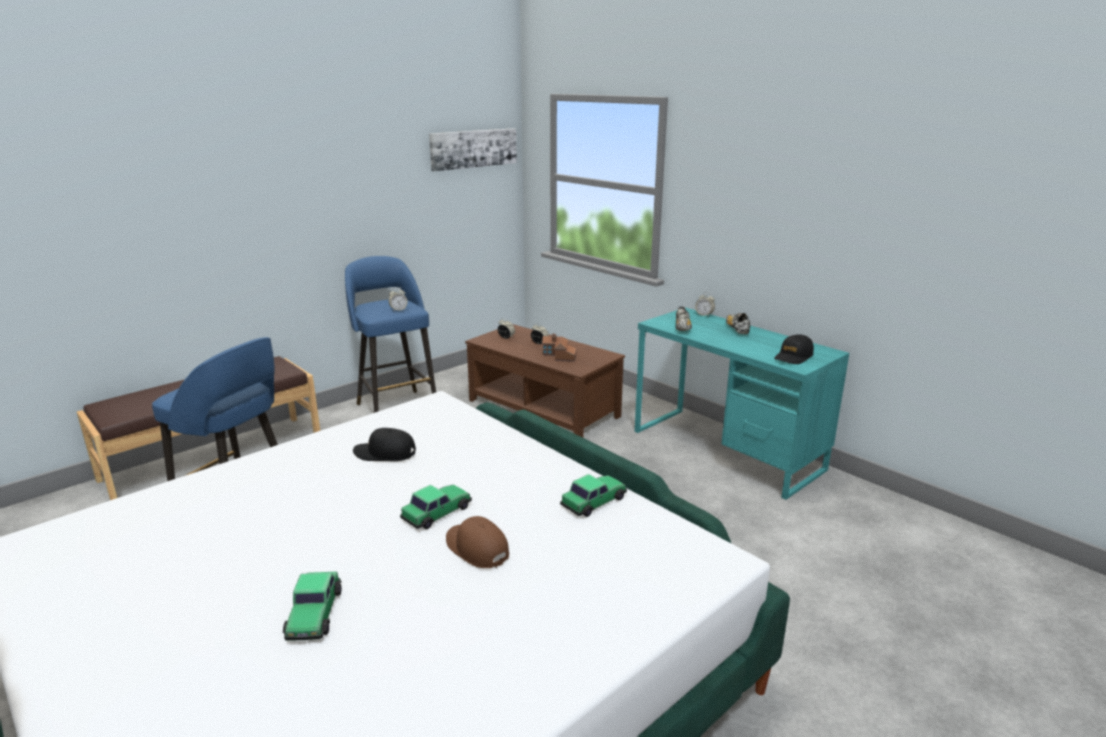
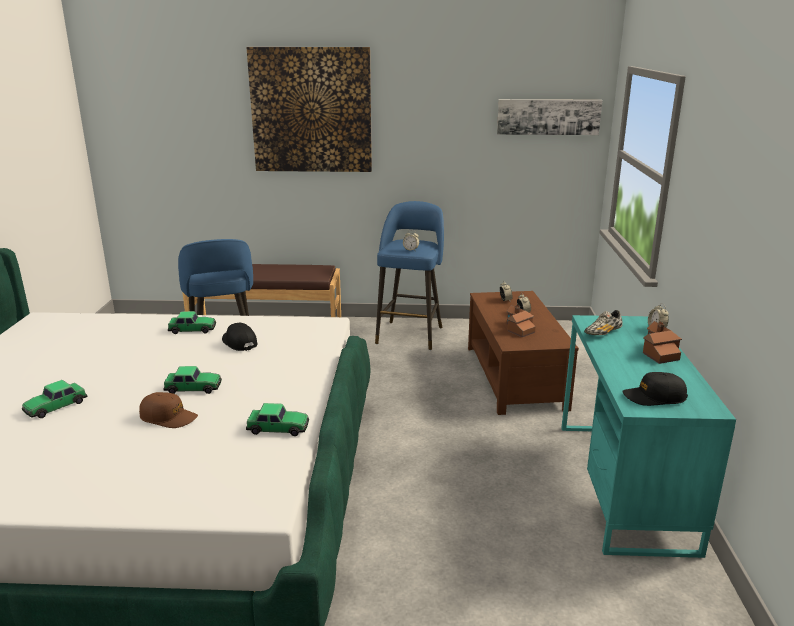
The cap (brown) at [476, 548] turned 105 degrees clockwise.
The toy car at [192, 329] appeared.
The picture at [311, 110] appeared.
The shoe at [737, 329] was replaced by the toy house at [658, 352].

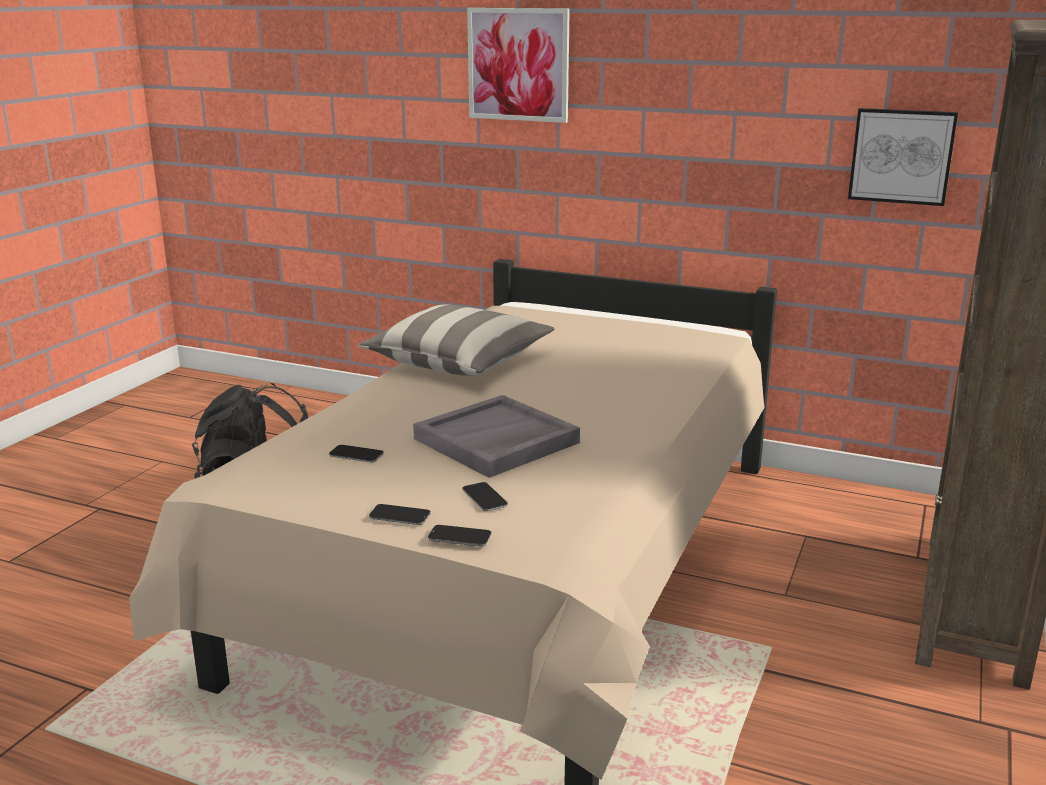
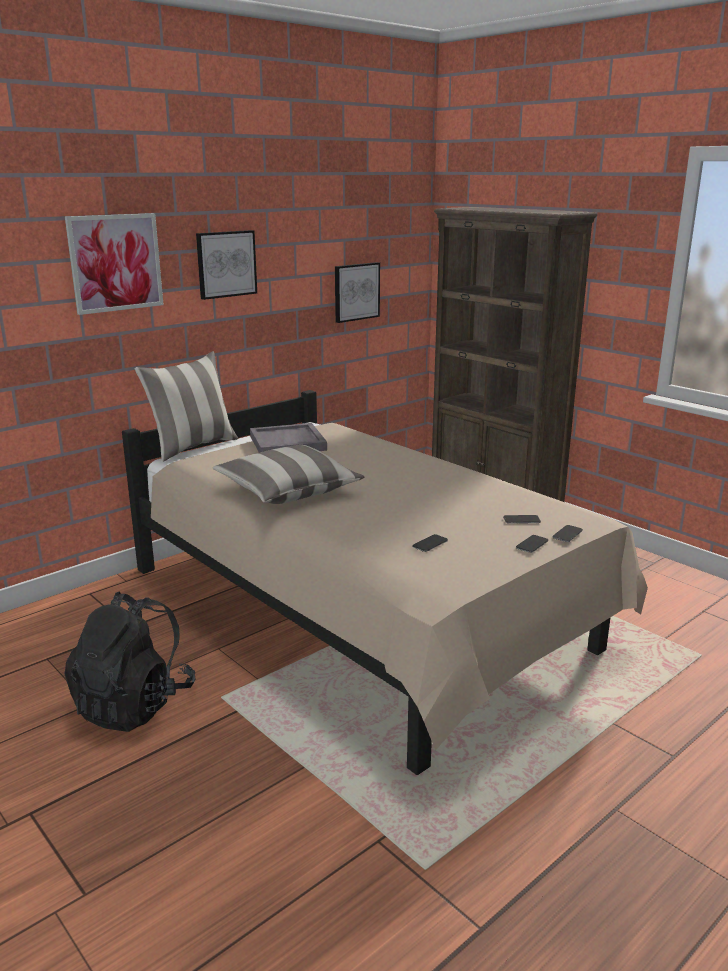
The pillow at [192, 447] appeared.
The picture at [226, 264] appeared.
The tray (grey) moved from [496, 441] to [288, 443].

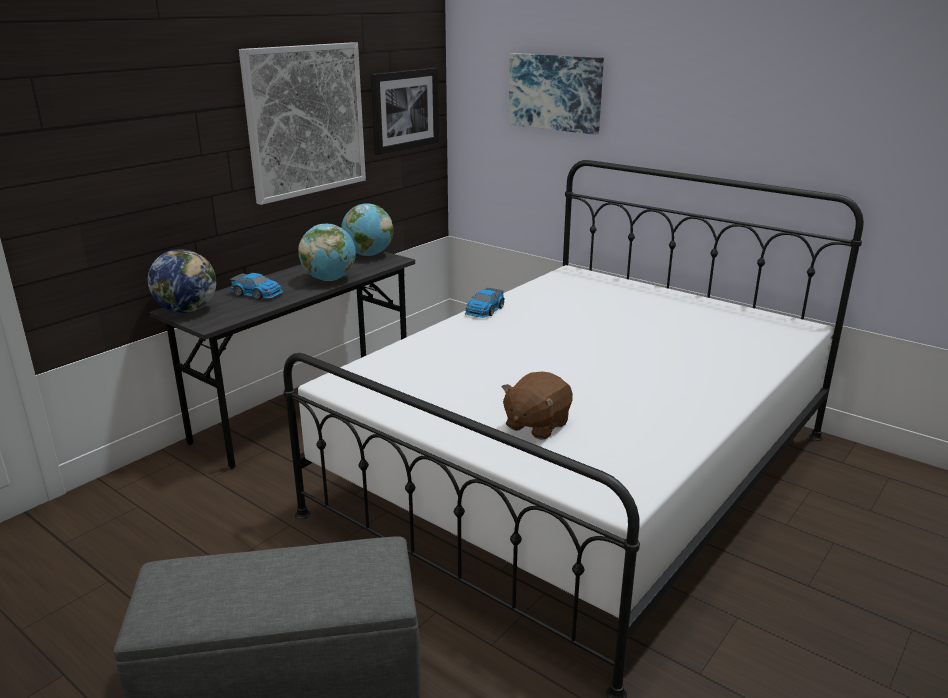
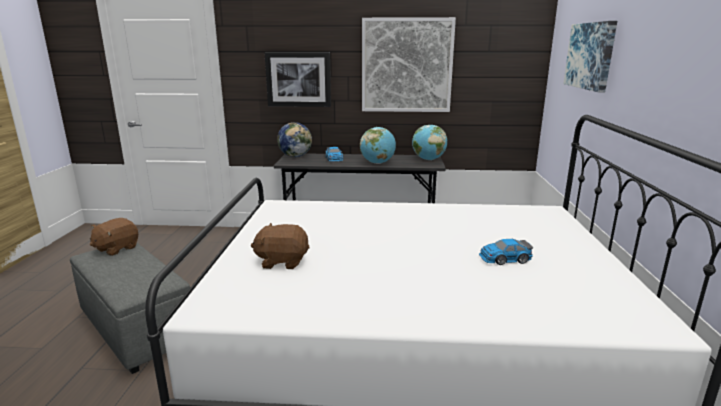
The plush toy (brown) at [116, 248] appeared.
The picture moved from [405, 110] to [298, 79].
The toy car moved from [484, 310] to [504, 259].

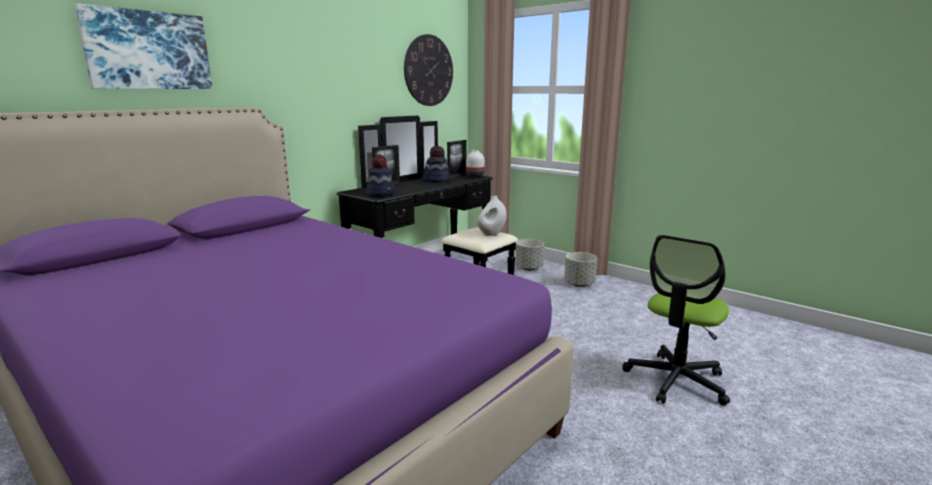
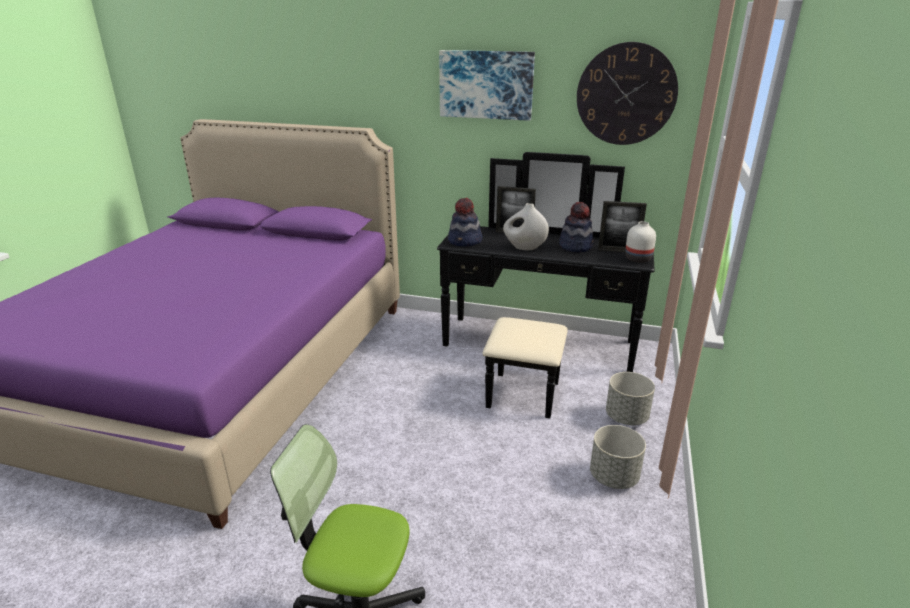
The picture moved from [148, 50] to [486, 84].
The vase (white) moved from [491, 234] to [524, 248].

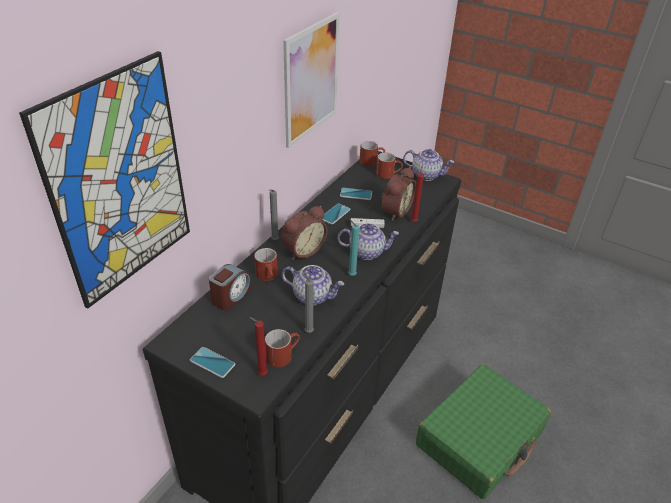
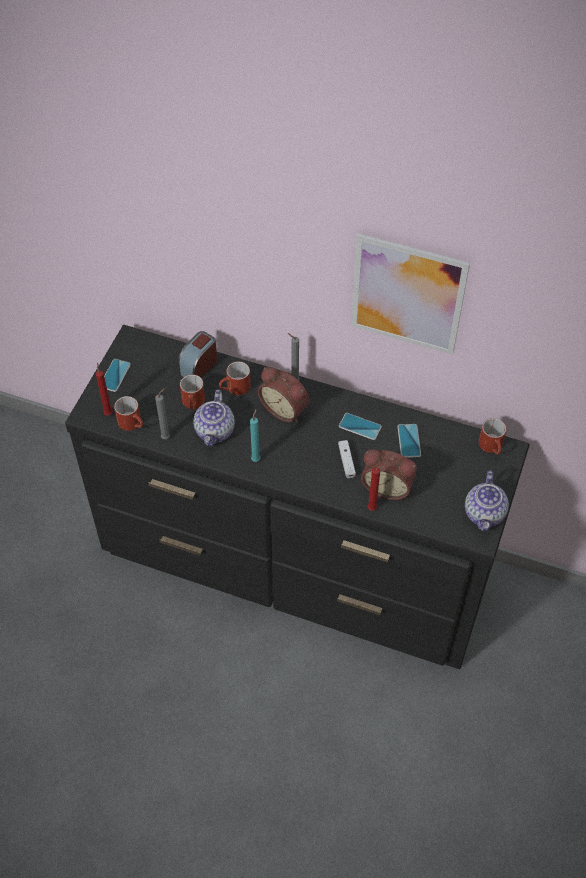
The alarm clock at [231, 296] turned 105 degrees clockwise.
The mug (red) moved from [388, 174] to [194, 403].
The picture at [120, 183] disappeared.
The teapot at [367, 252] disappeared.
The suitcase (green) at [480, 439] disappeared.

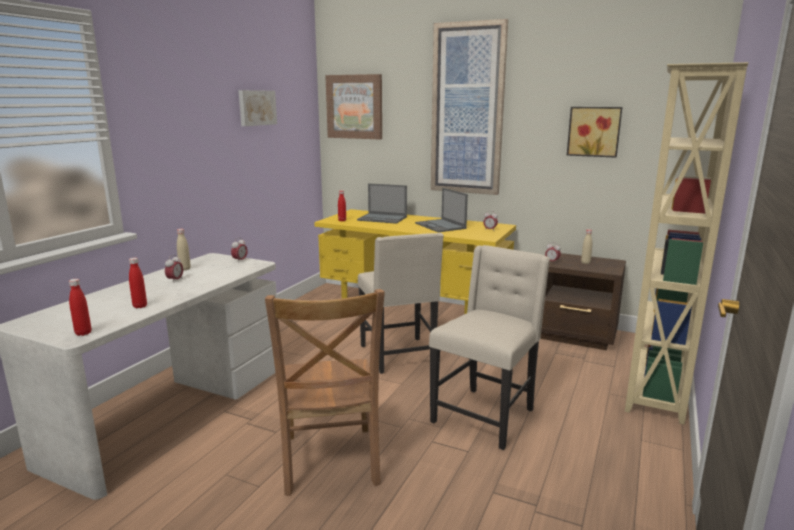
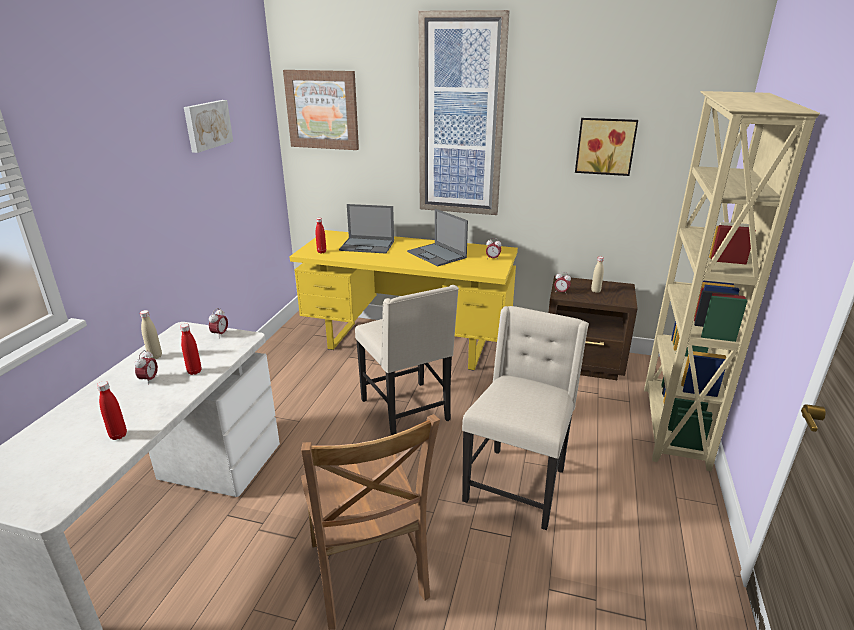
The bottle (red) moved from [83, 333] to [194, 371].

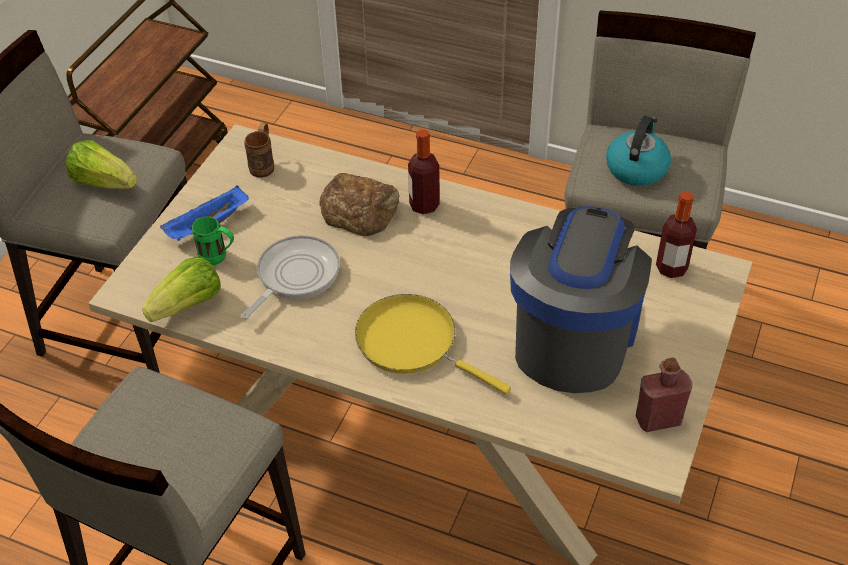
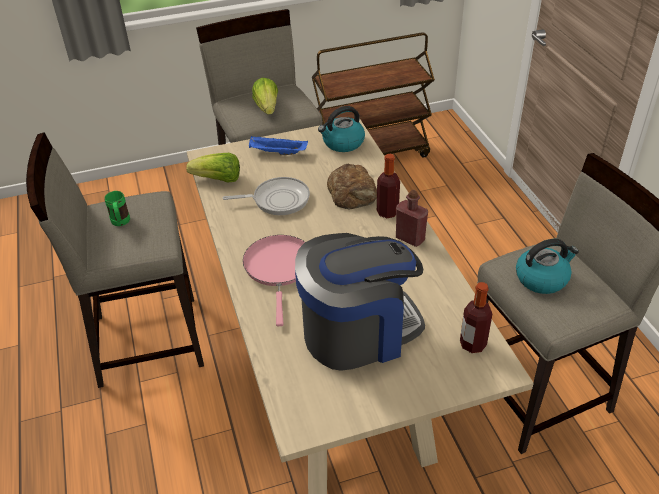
The mug (green) moved from [218, 258] to [120, 223].
The frying pan (yellow) at [413, 342] became the frying pan (pink) at [279, 268].
The mug (brown) at [264, 165] was replaced by the kettle at [342, 143].
The bottle (red) moved from [658, 419] to [410, 238].

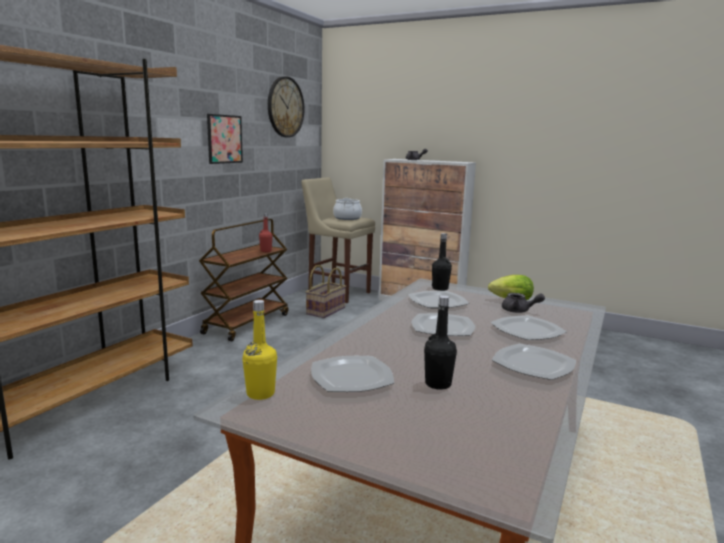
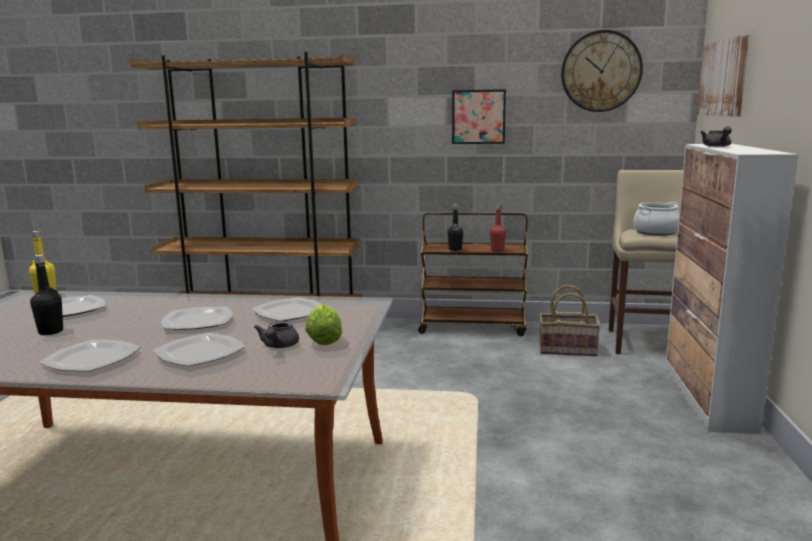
The bottle (black) moved from [440, 288] to [455, 249].
The picture at [724, 78] appeared.

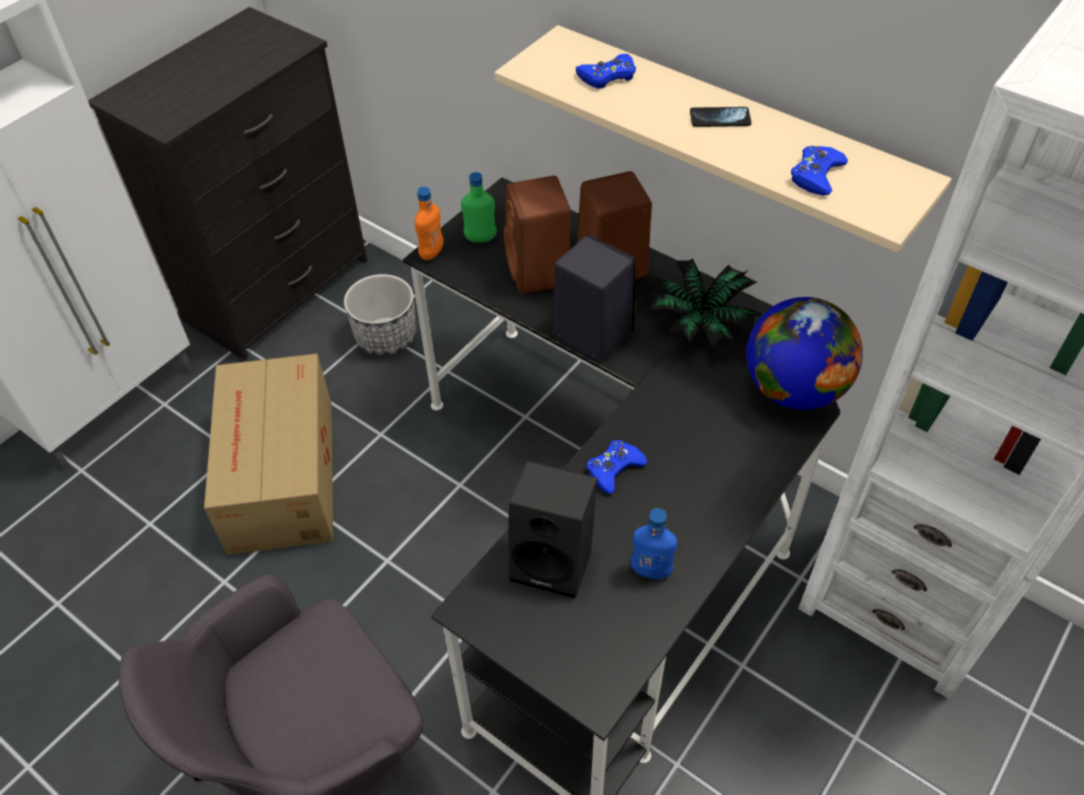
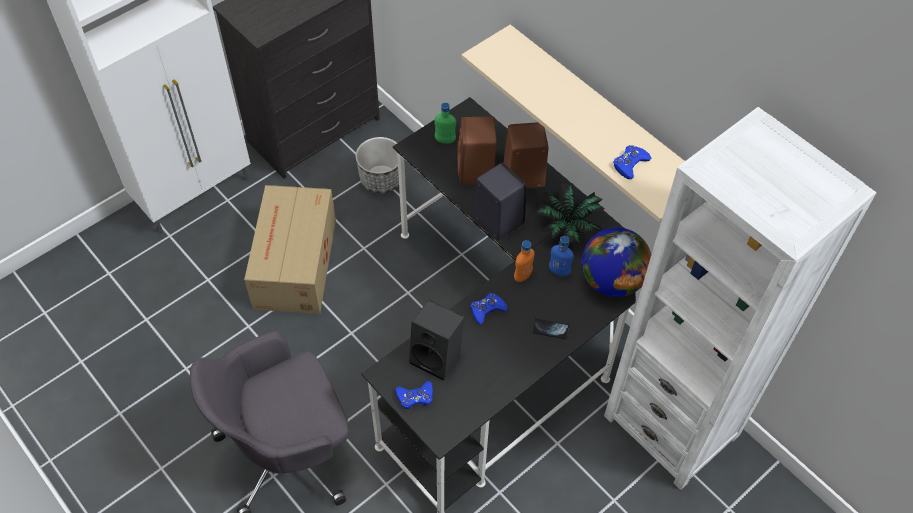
The game controller (blue) moved from [607, 76] to [415, 397].
The bottle (orange) moved from [431, 253] to [522, 276].
The phone moved from [720, 118] to [550, 329].
The bottle (blue) moved from [651, 570] to [559, 271].

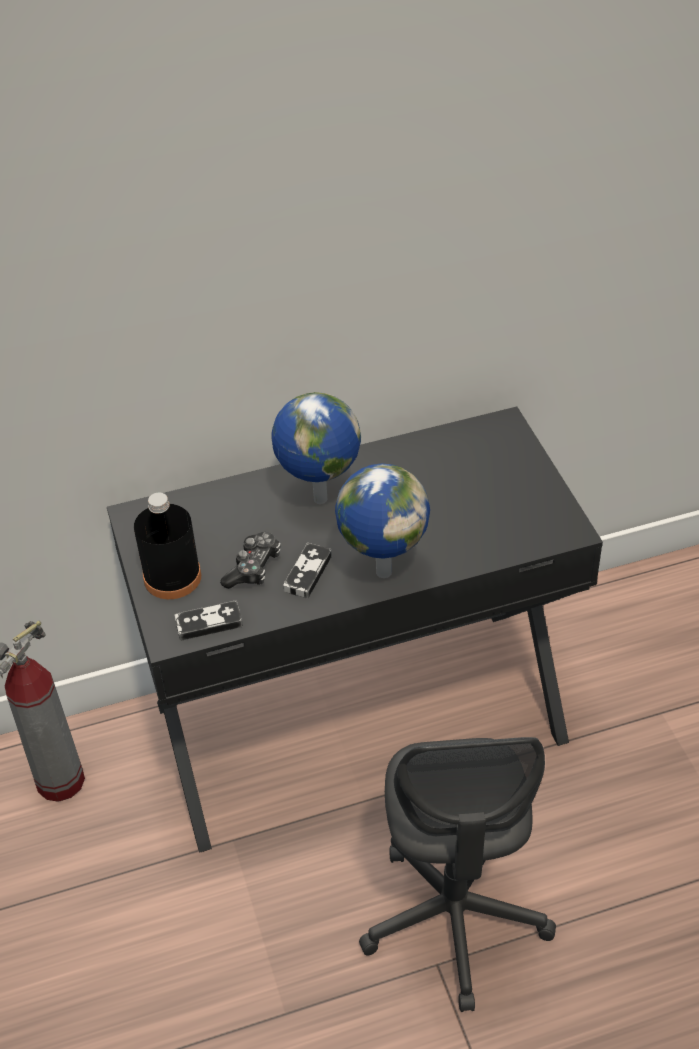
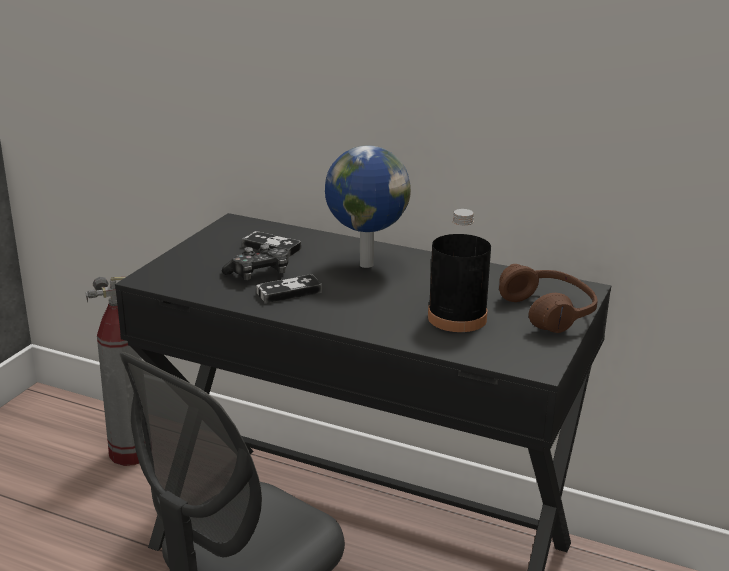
The game controller moved from [208, 623] to [271, 247].
The bottle (black) moved from [172, 577] to [457, 318].
The headphones (brown) at [548, 312] appeared.
The globe at [382, 571] disappeared.

